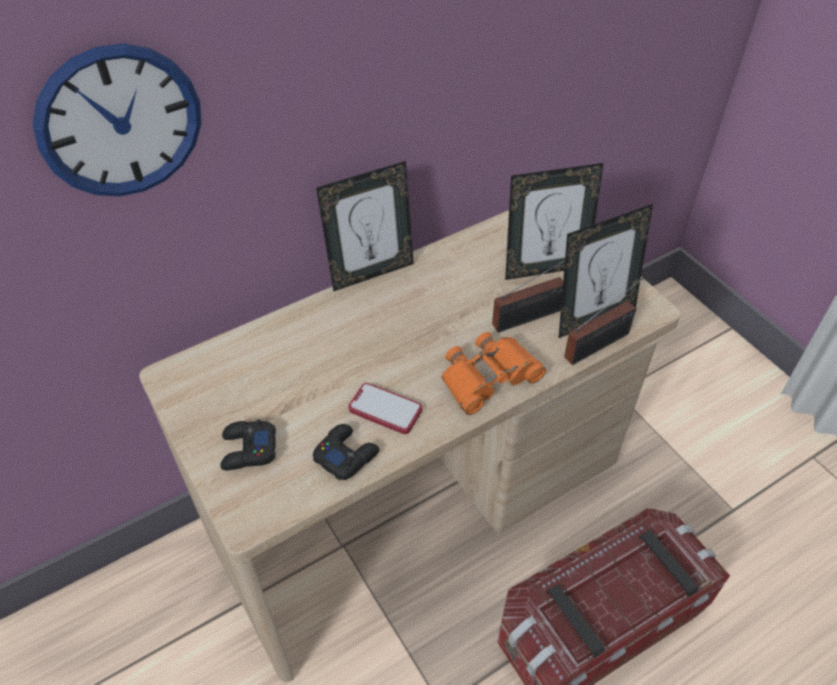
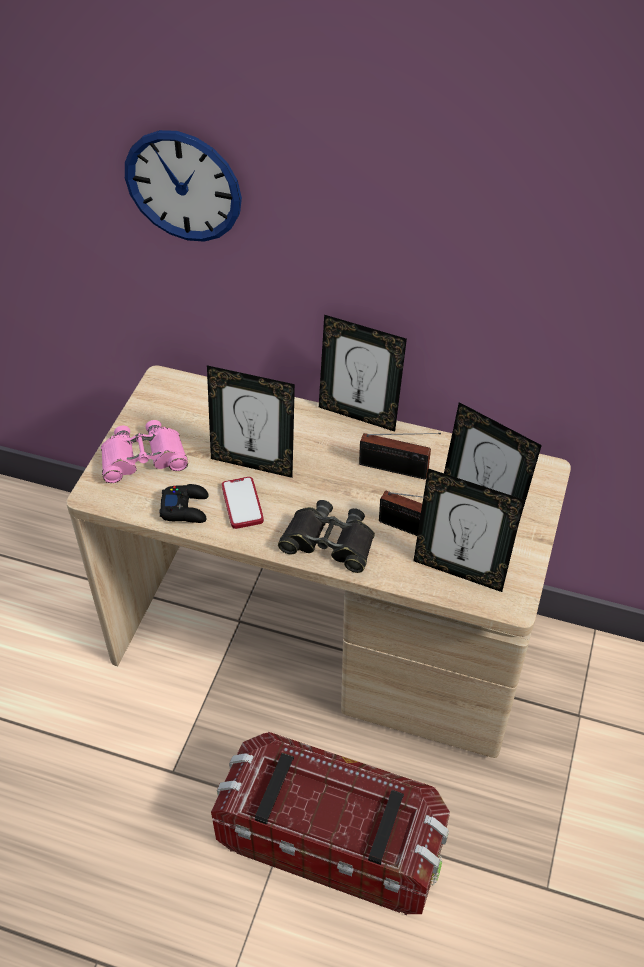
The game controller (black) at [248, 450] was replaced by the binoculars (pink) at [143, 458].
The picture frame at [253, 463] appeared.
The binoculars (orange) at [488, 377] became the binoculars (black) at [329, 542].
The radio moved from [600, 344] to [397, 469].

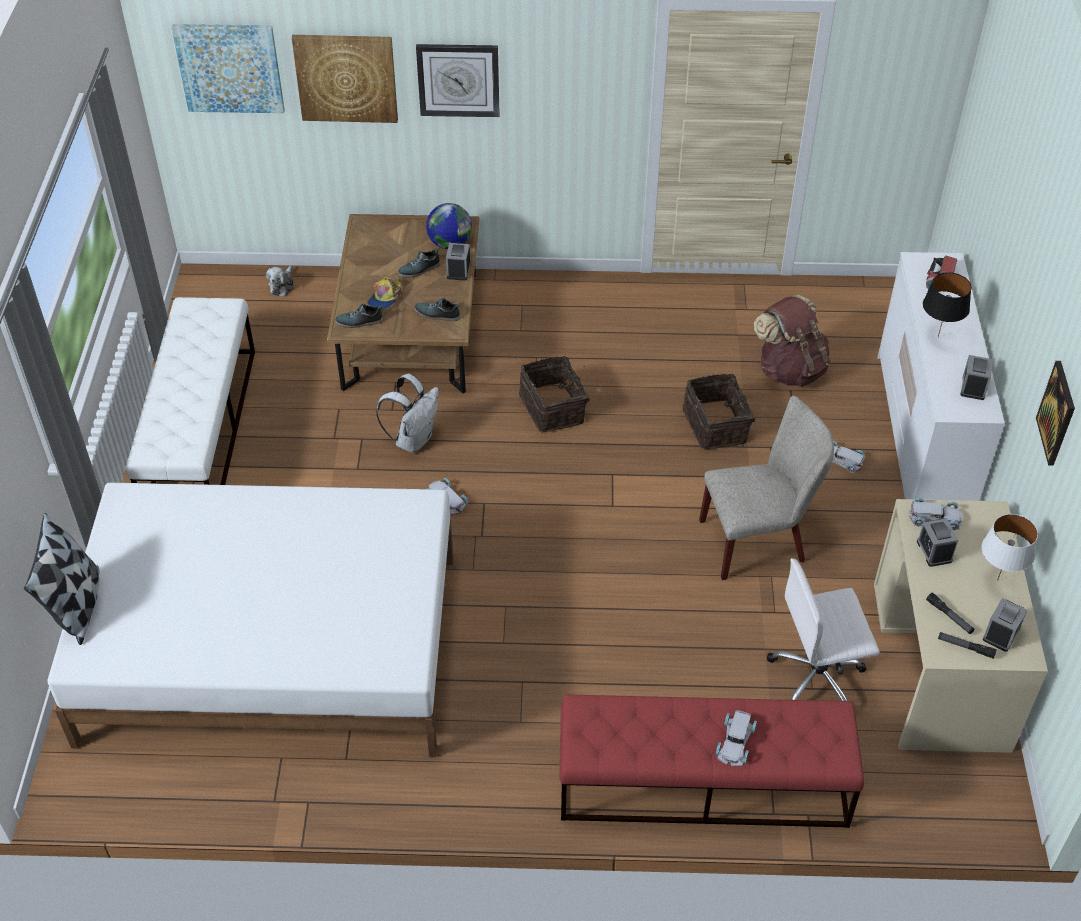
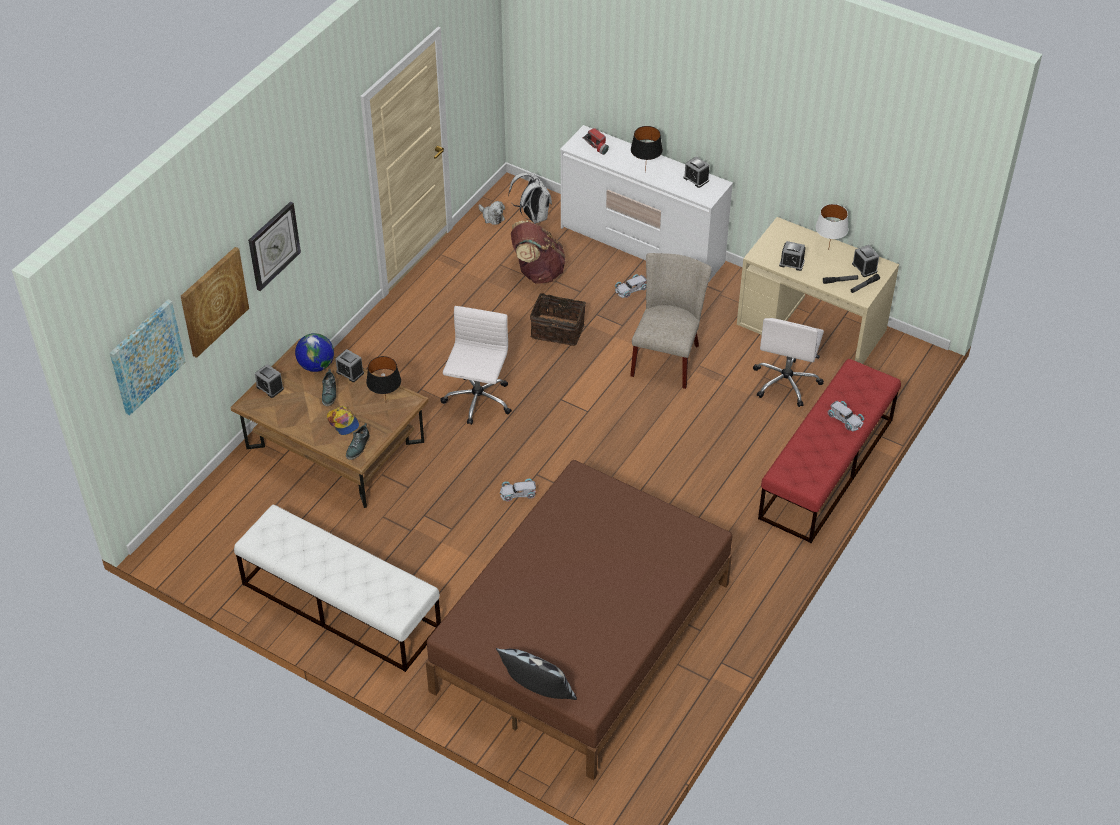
The alarm clock at [270, 388] appeared.
The shoe at [437, 314] was replaced by the table lamp (black) at [386, 402].
The bed (white) at [272, 646] became the bed (brown) at [581, 636].
The basket at [554, 408] was replaced by the office chair (white) at [477, 401].
The plush toy moved from [282, 285] to [492, 217].
The backpack (white) moved from [413, 439] to [533, 216].
The toy car (white) at [935, 518] disappeared.
The picture at [1057, 413] disappeared.

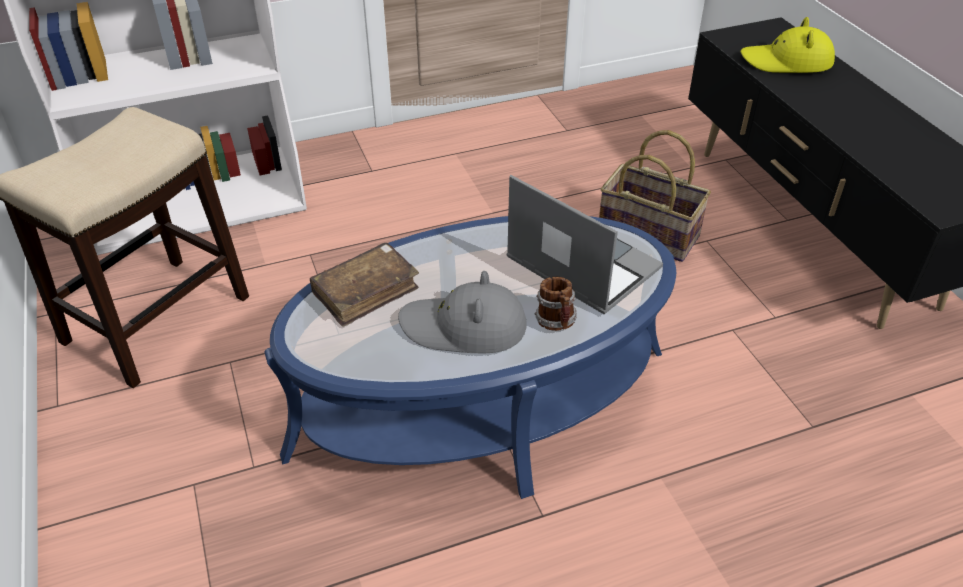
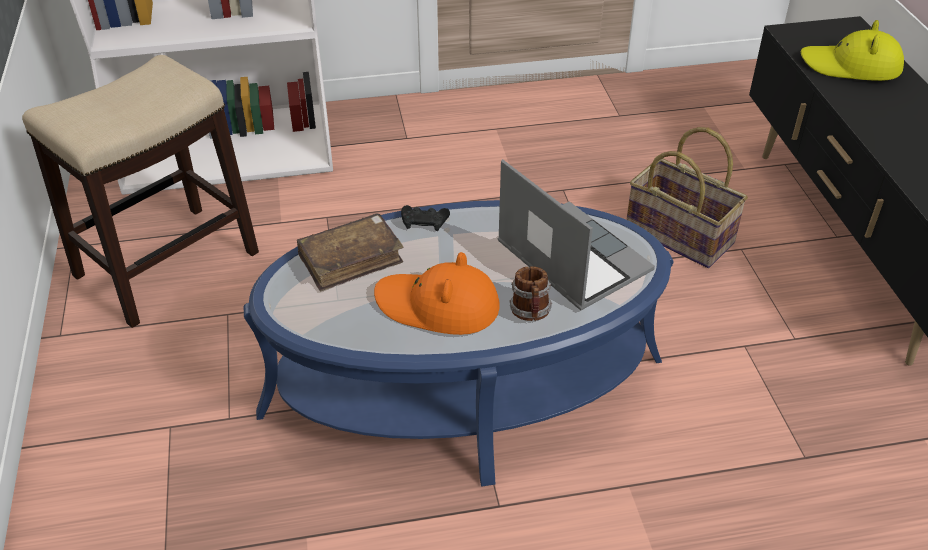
The hat (grey) at [464, 327] became the hat (orange) at [438, 306].
The game controller (black) at [424, 221] appeared.

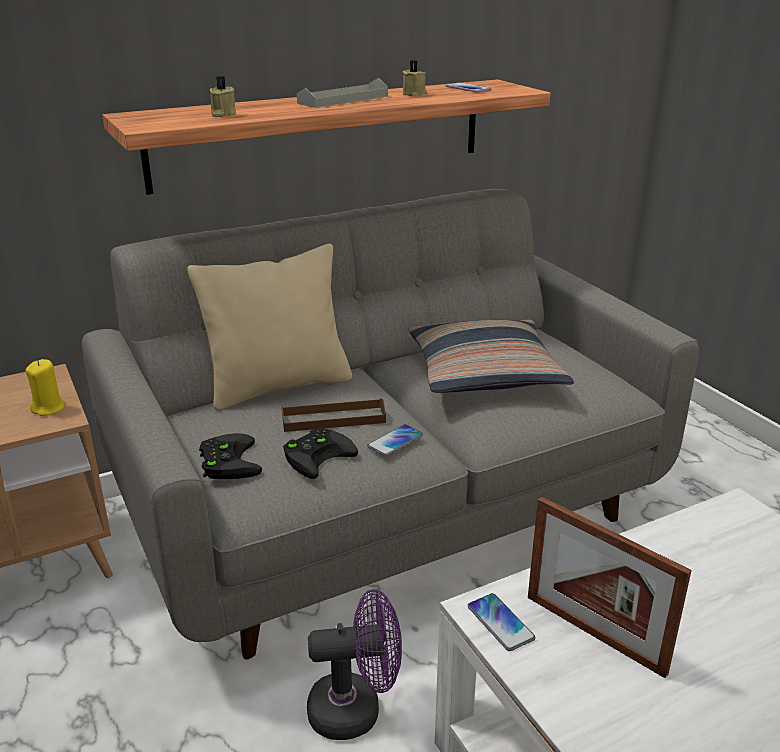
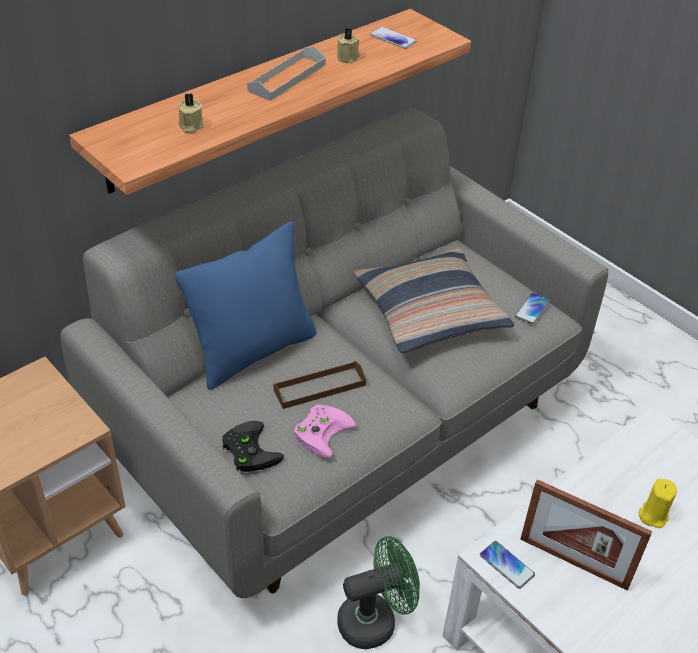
The pillow (beige) at [279, 386] became the pillow (blue) at [253, 351].
The game controller (black) at [318, 454] became the game controller (pink) at [322, 431].
The fan (purple) at [356, 709] became the fan (green) at [375, 620].
The phone moved from [395, 441] to [532, 309].
The candle (yellow) moved from [49, 408] to [653, 515].

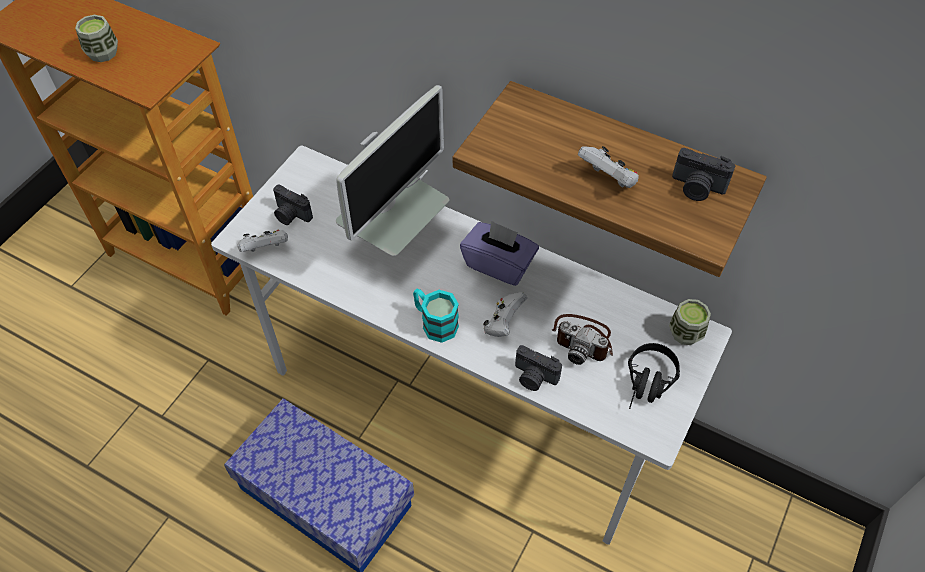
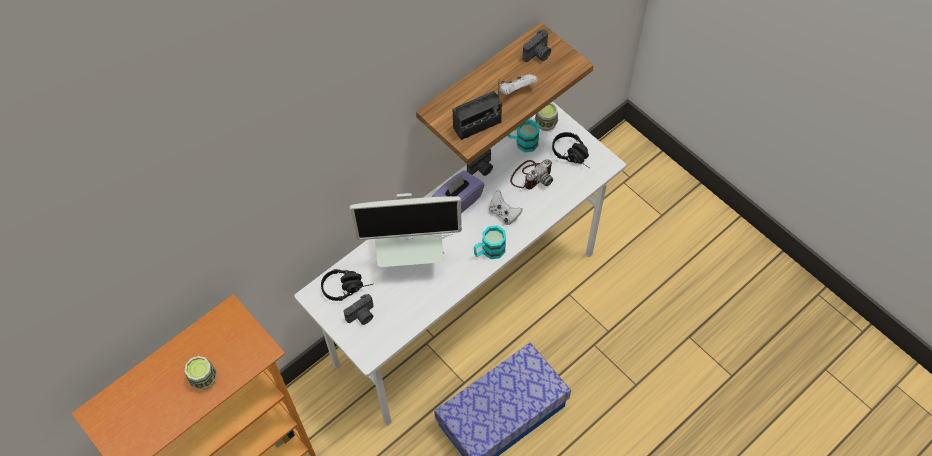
The headphones (black) at [347, 287] appeared.
The monitor at [394, 239] turned 120 degrees clockwise.
The radio at [477, 125] appeared.
The photo camera moved from [534, 377] to [481, 169].
The mug (turquoise) at [522, 142] appeared.
The game controller (white) at [265, 249] disappeared.

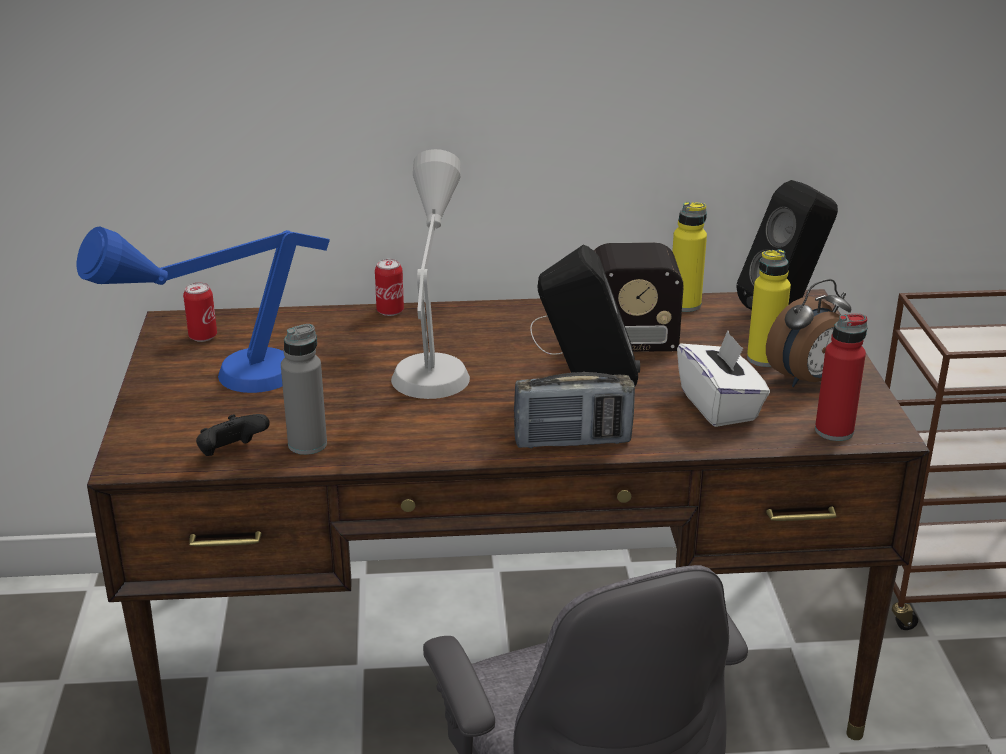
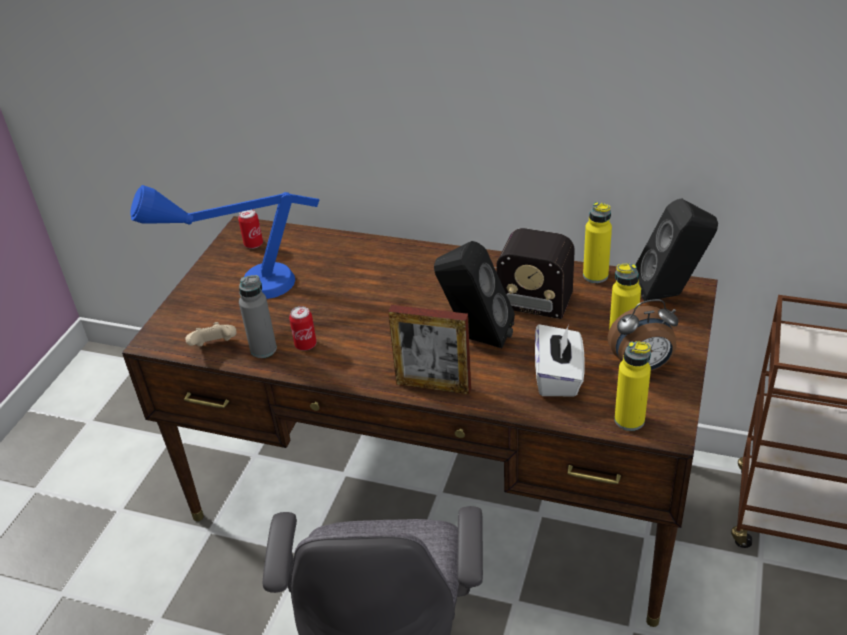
The game controller (black) at [231, 454] became the game controller (beige) at [214, 347].
The can moved from [390, 311] to [305, 345].
The radio at [572, 441] was replaced by the picture frame at [433, 386].
The bottle (red) at [834, 431] became the bottle (yellow) at [629, 420].
The table lamp (grey) at [434, 359] disappeared.

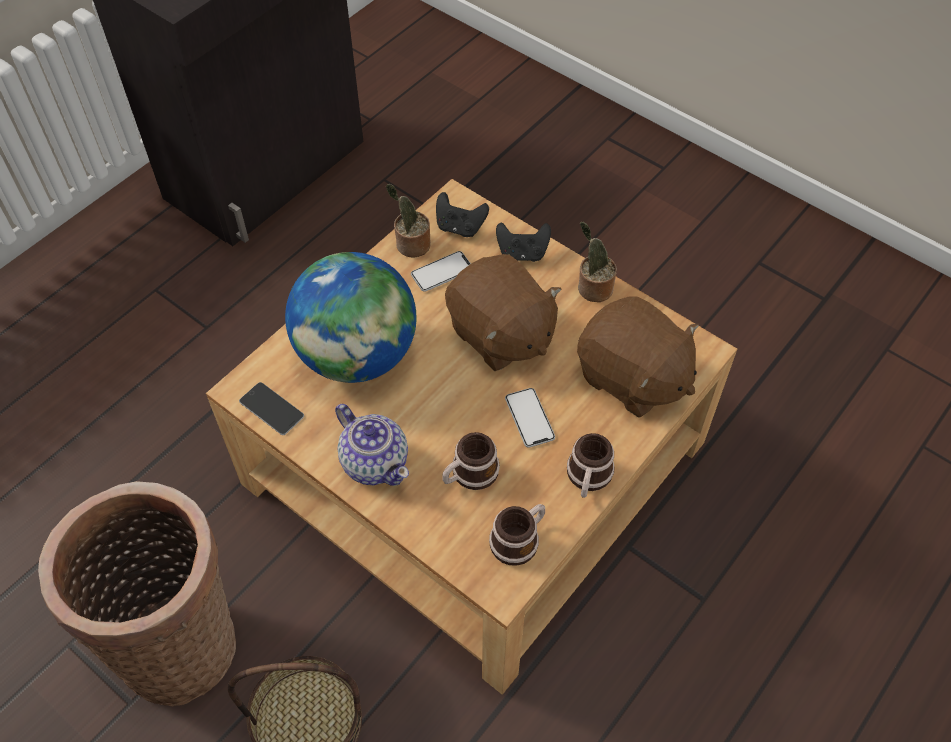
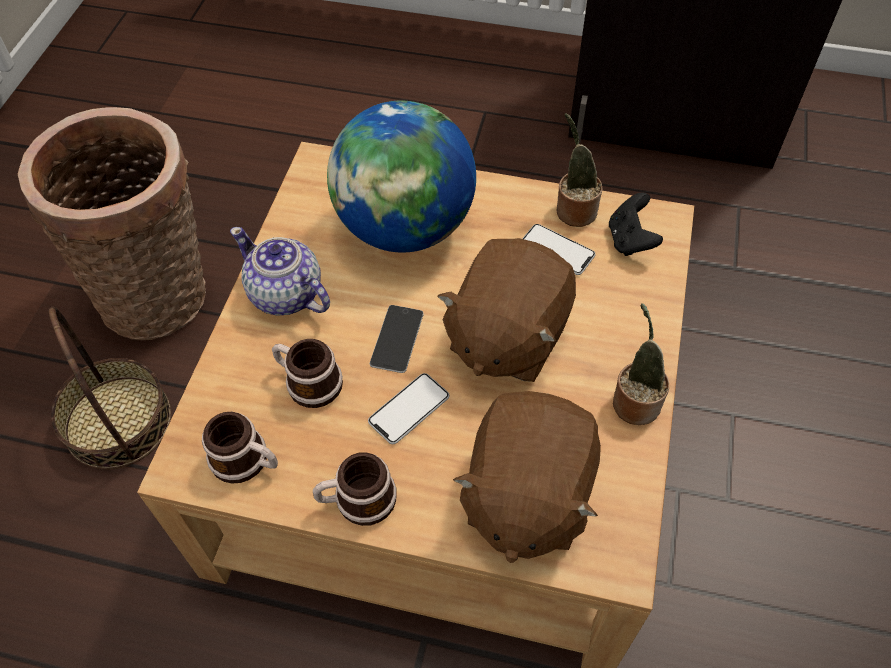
The teapot at [375, 461] turned 105 degrees clockwise.
The phone moved from [271, 408] to [397, 338].
The game controller (black) at [522, 253] disappeared.

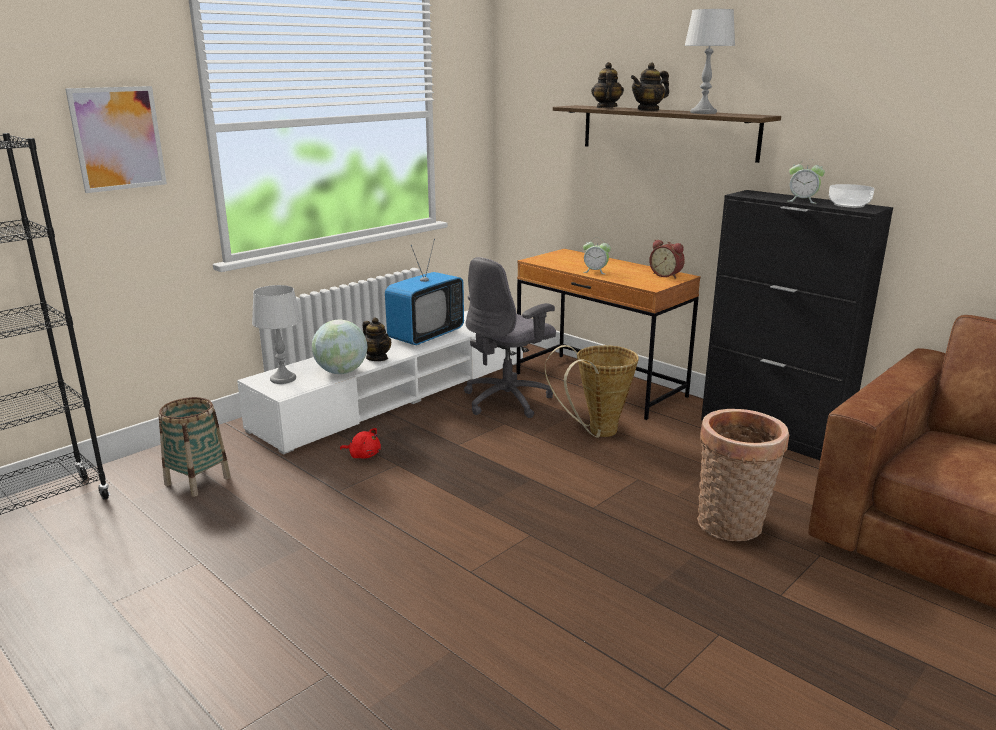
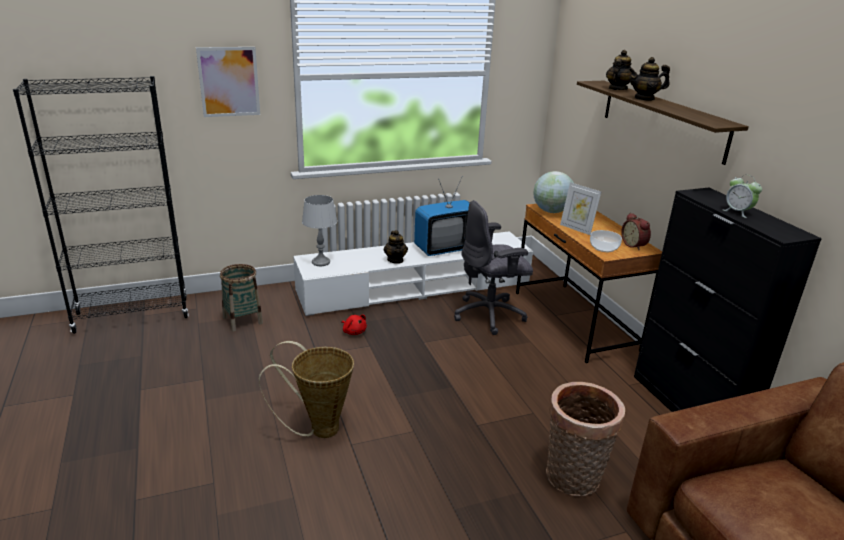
The basket moved from [596, 432] to [318, 429].
The globe moved from [341, 372] to [551, 211].
The alarm clock at [595, 271] was replaced by the picture frame at [576, 229].
The bowl moved from [849, 205] to [604, 248].
The table lamp (grey) at [703, 113] disappeared.

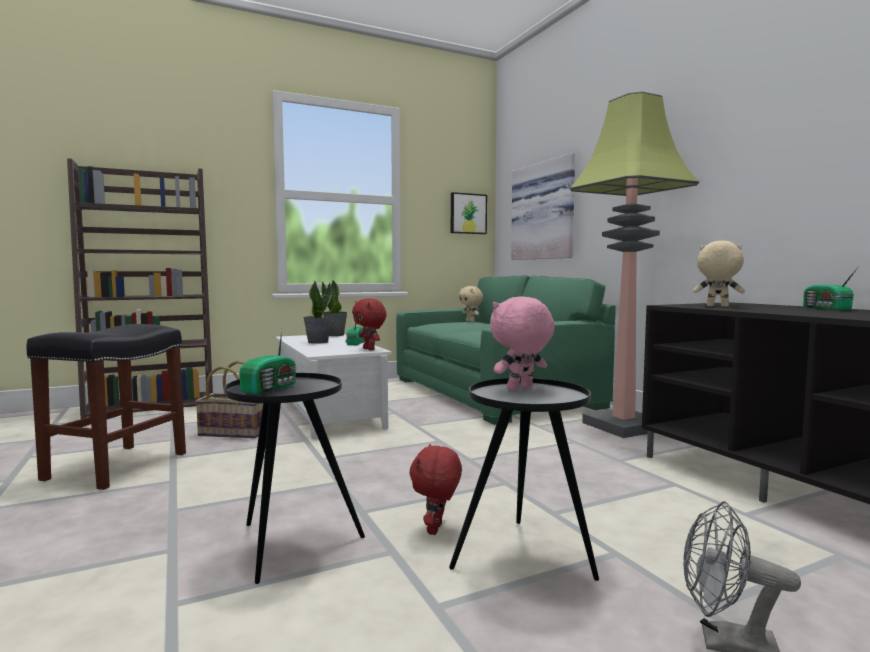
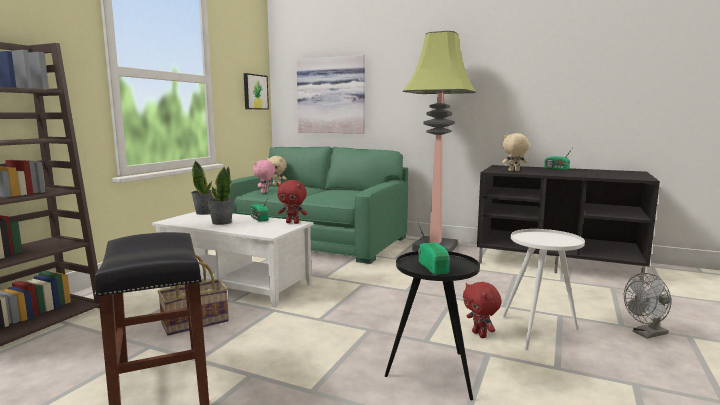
The plush toy (pink) moved from [520, 389] to [265, 192].
The side table (black) at [525, 558] became the side table (white) at [539, 332].

